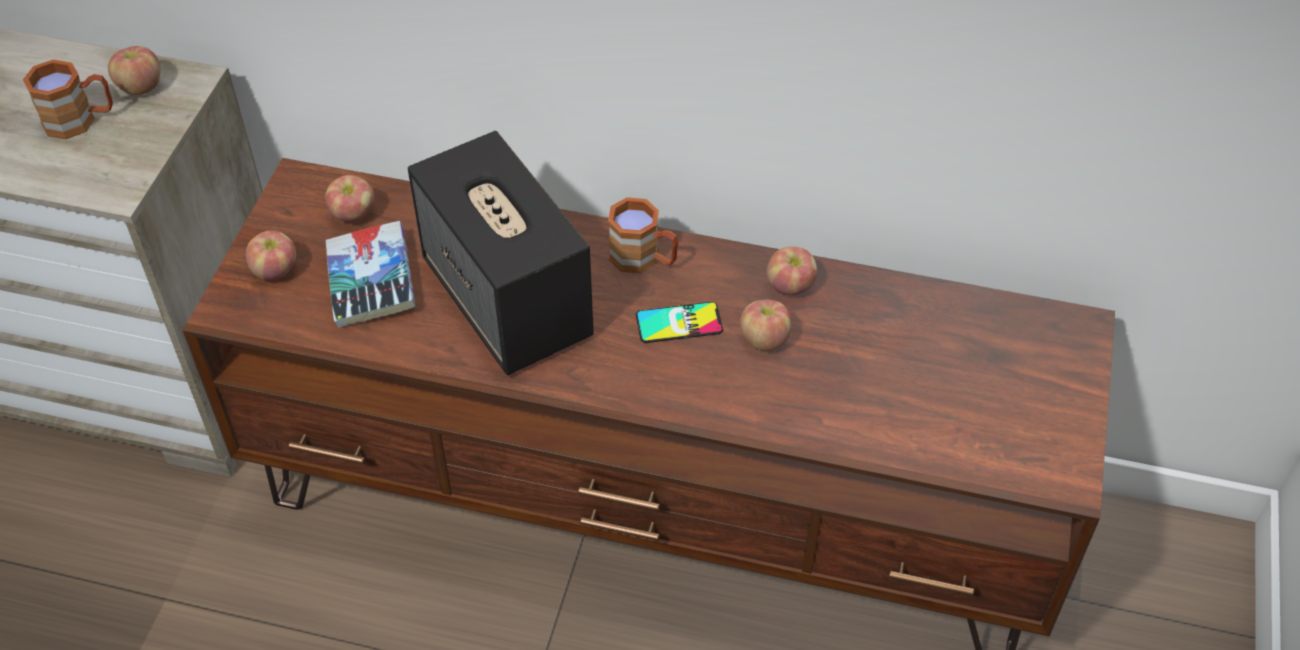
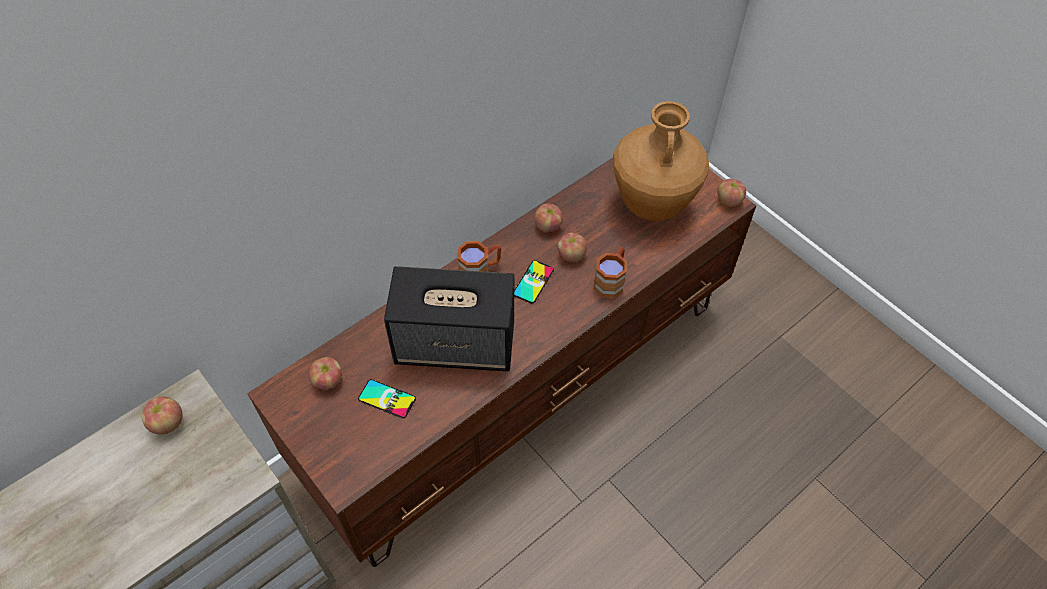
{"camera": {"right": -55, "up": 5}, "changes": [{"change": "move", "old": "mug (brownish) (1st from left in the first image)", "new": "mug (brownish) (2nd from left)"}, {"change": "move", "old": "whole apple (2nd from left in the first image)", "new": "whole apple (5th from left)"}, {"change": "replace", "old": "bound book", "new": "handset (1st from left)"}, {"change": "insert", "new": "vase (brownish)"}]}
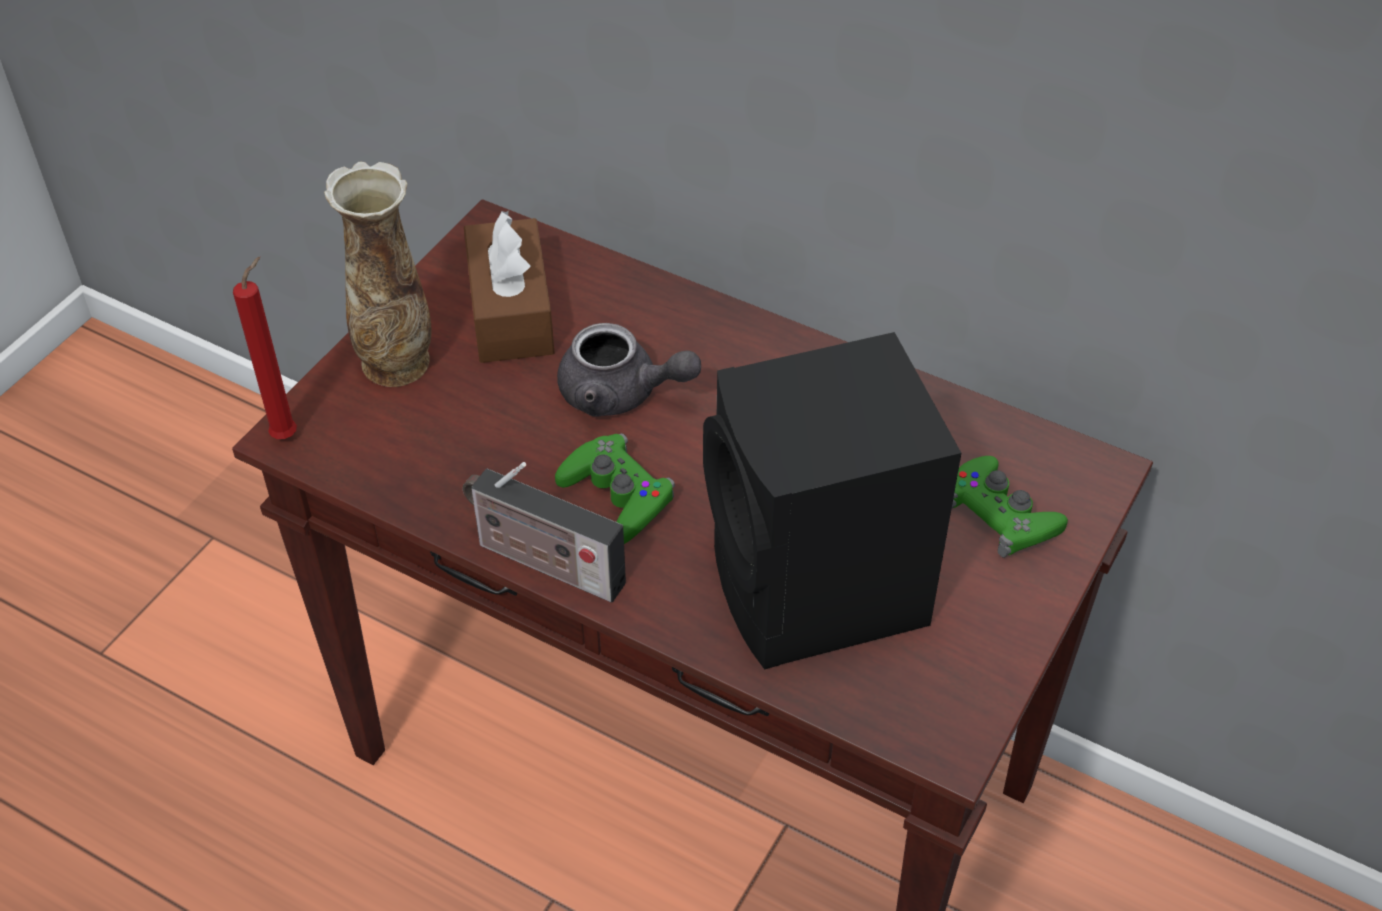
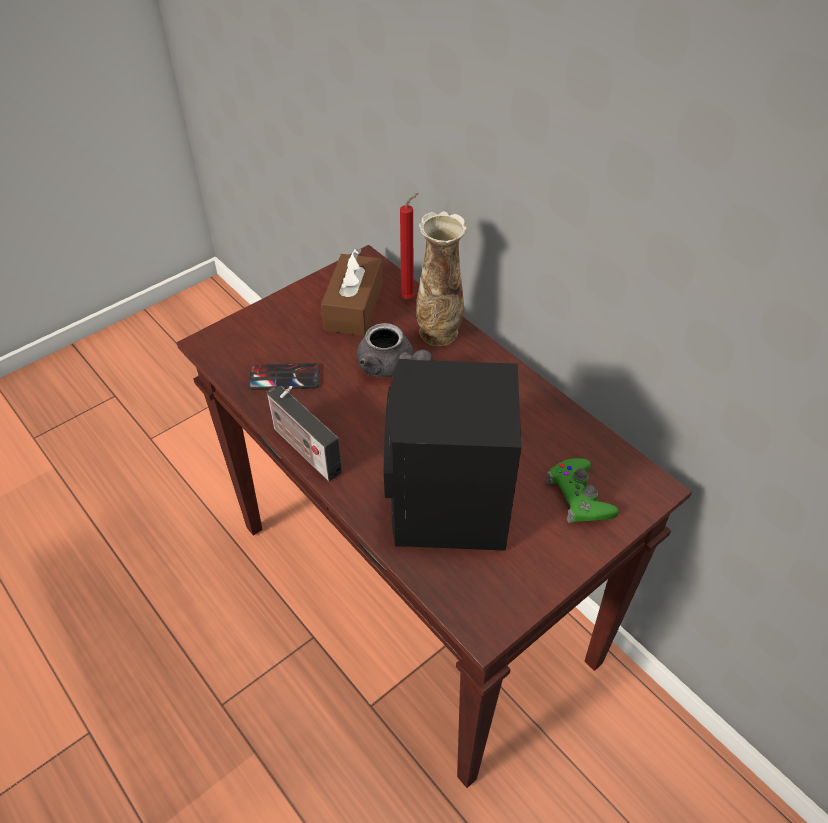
{"camera": {"right": 20, "up": 0}, "changes": [{"change": "move", "old": "wax candle (red-coloured)"}, {"change": "move", "old": "vase"}, {"change": "delete", "old": "gamepad (green) (1st from left)"}, {"change": "insert", "new": "handset"}]}
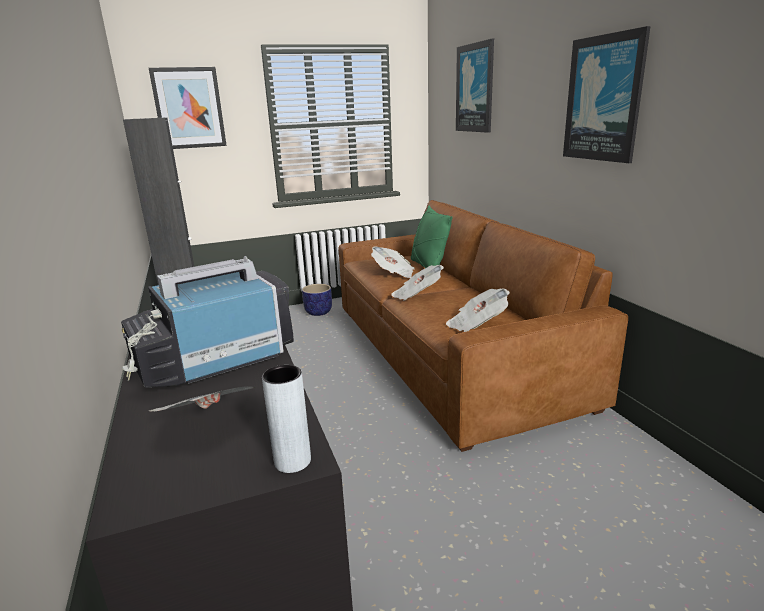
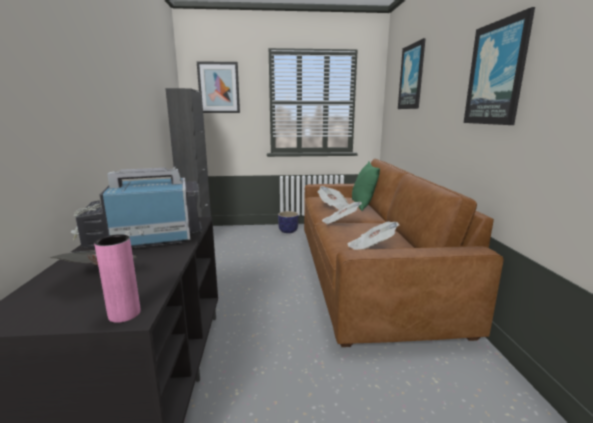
{"camera": {"right": 15, "up": -5}, "changes": [{"change": "recolor", "old": "vase (greyish)", "new": "vase (pink)"}]}
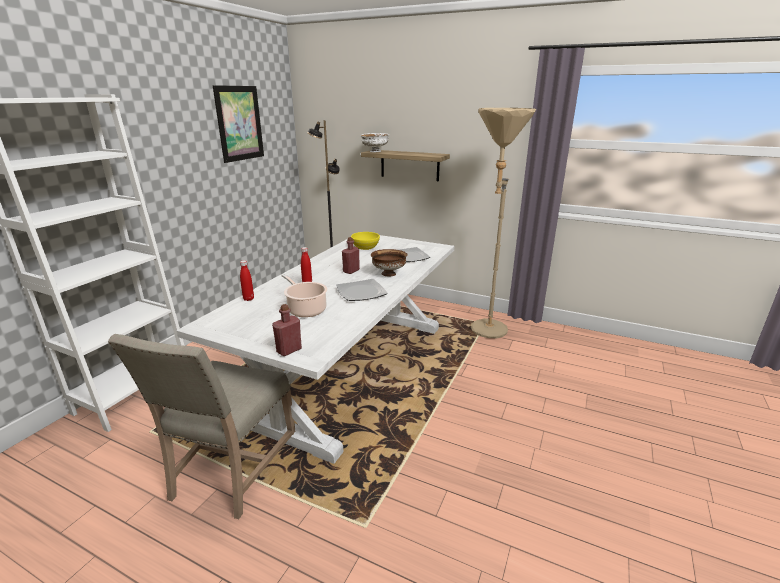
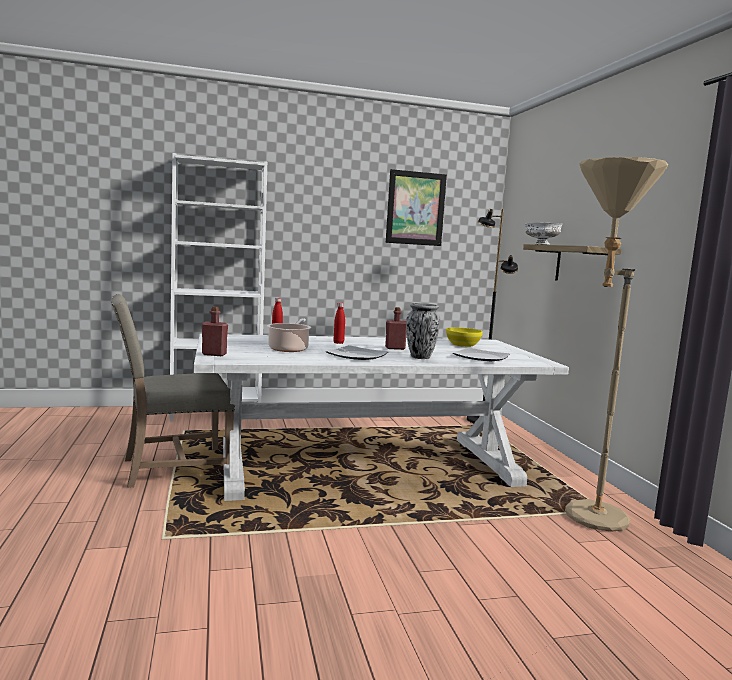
{"camera": {"right": 50, "up": -15}, "changes": [{"change": "replace", "old": "serving bowl (brownish)", "new": "vase"}]}
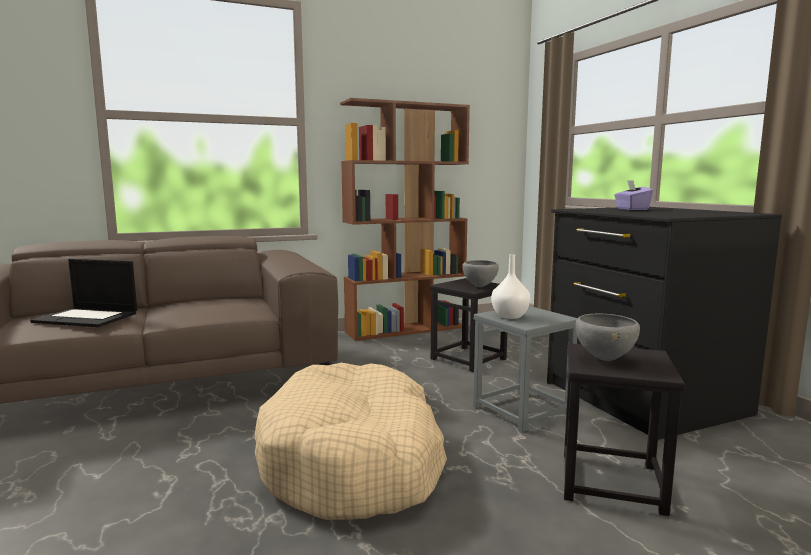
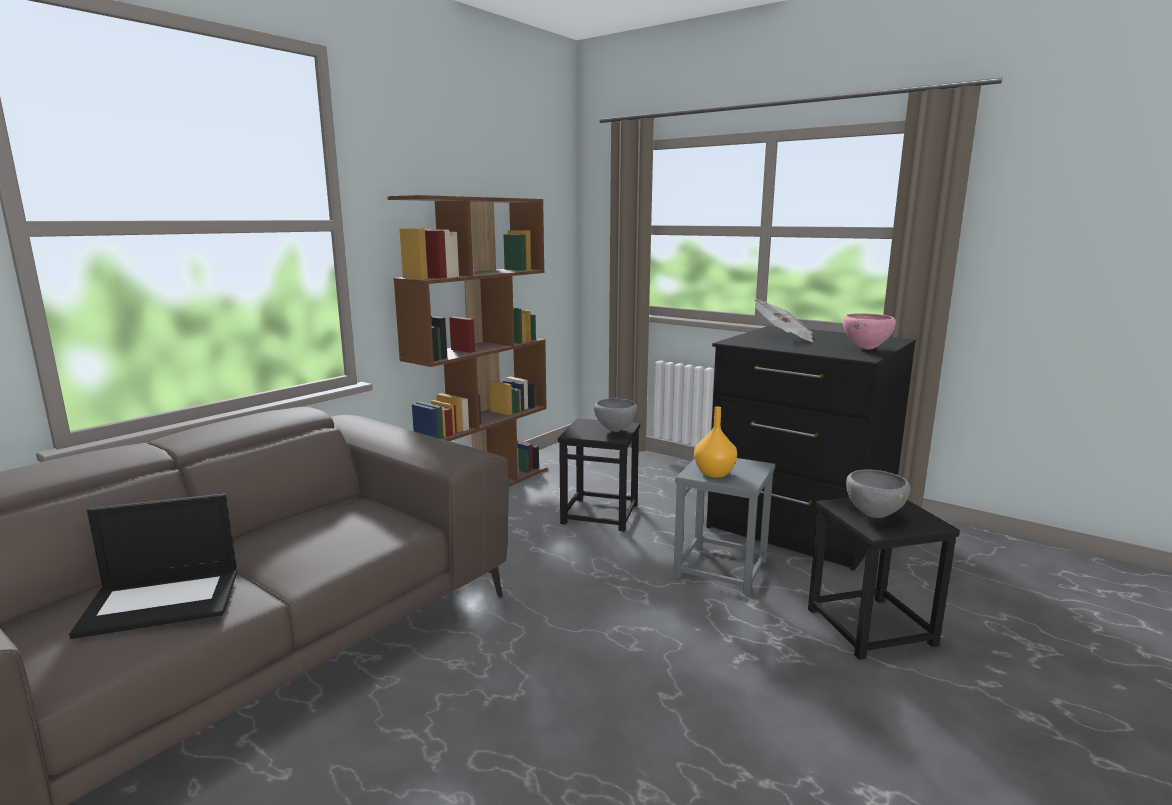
{"camera": {"right": -30, "up": 5}, "changes": [{"change": "delete", "old": "dog cushion (beige-coloured)"}, {"change": "recolor", "old": "vase (white)", "new": "vase (orange)"}, {"change": "replace", "old": "box of tissues (purplish)", "new": "daily paper"}, {"change": "insert", "new": "serving bowl (pink)"}]}
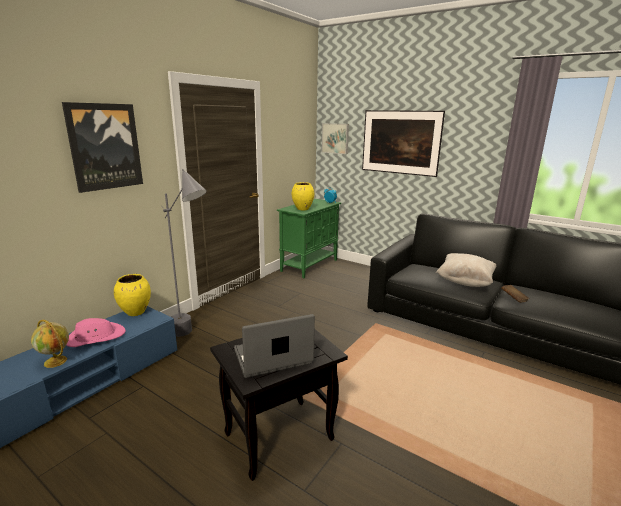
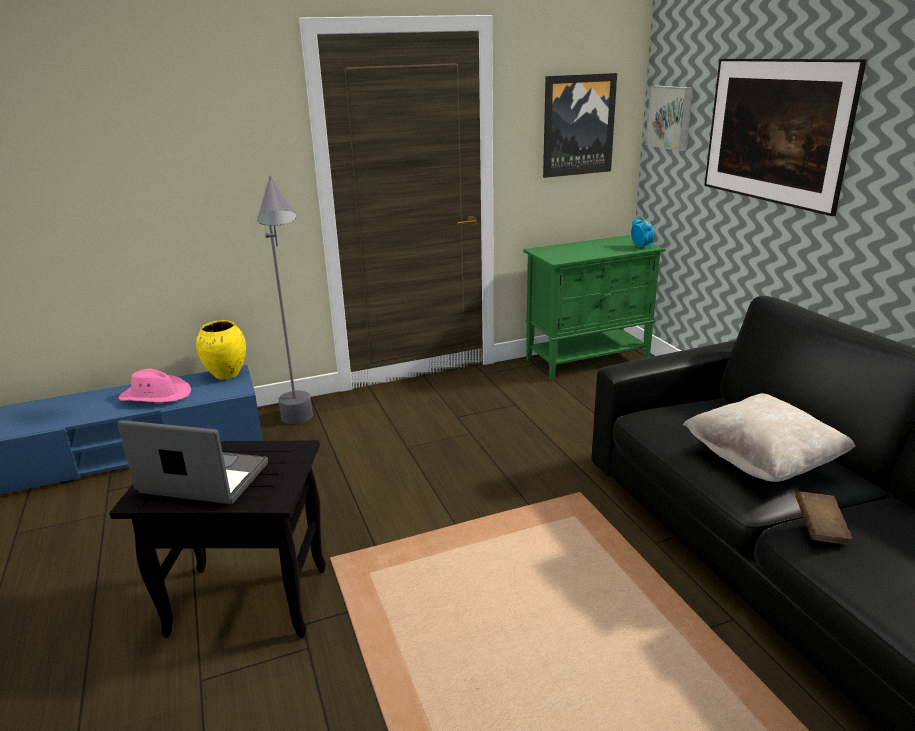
{"camera": {"right": 35, "up": 5}, "changes": [{"change": "delete", "old": "globe"}, {"change": "move", "old": "wall picture (1st from left)"}, {"change": "delete", "old": "vase (yellow-coloured) (2nd from left)"}]}
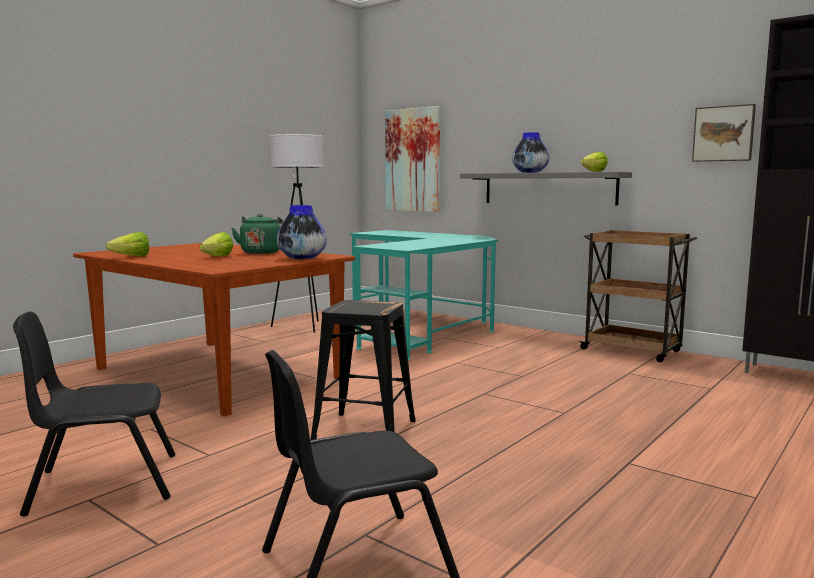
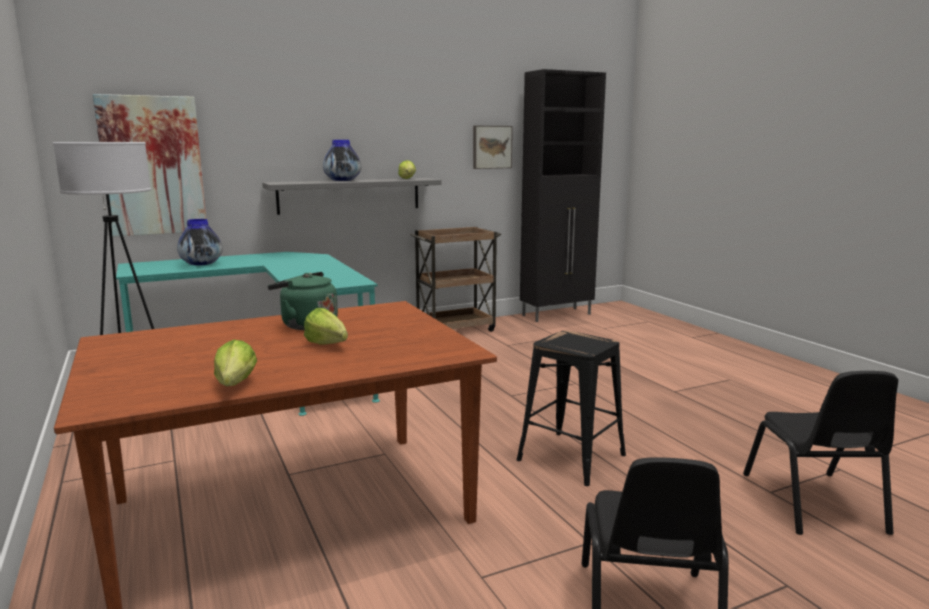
{"camera": {"right": -65, "up": 5}, "changes": [{"change": "move", "old": "vase (1st from left)"}]}
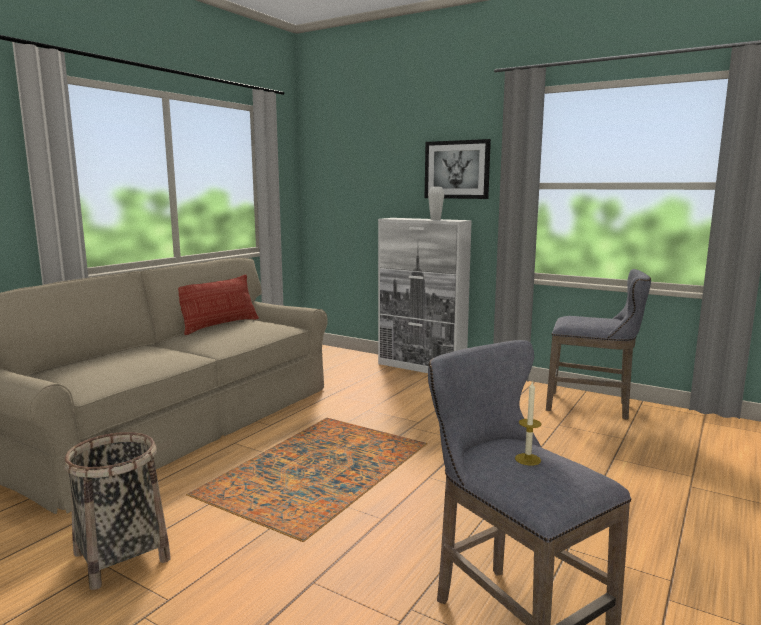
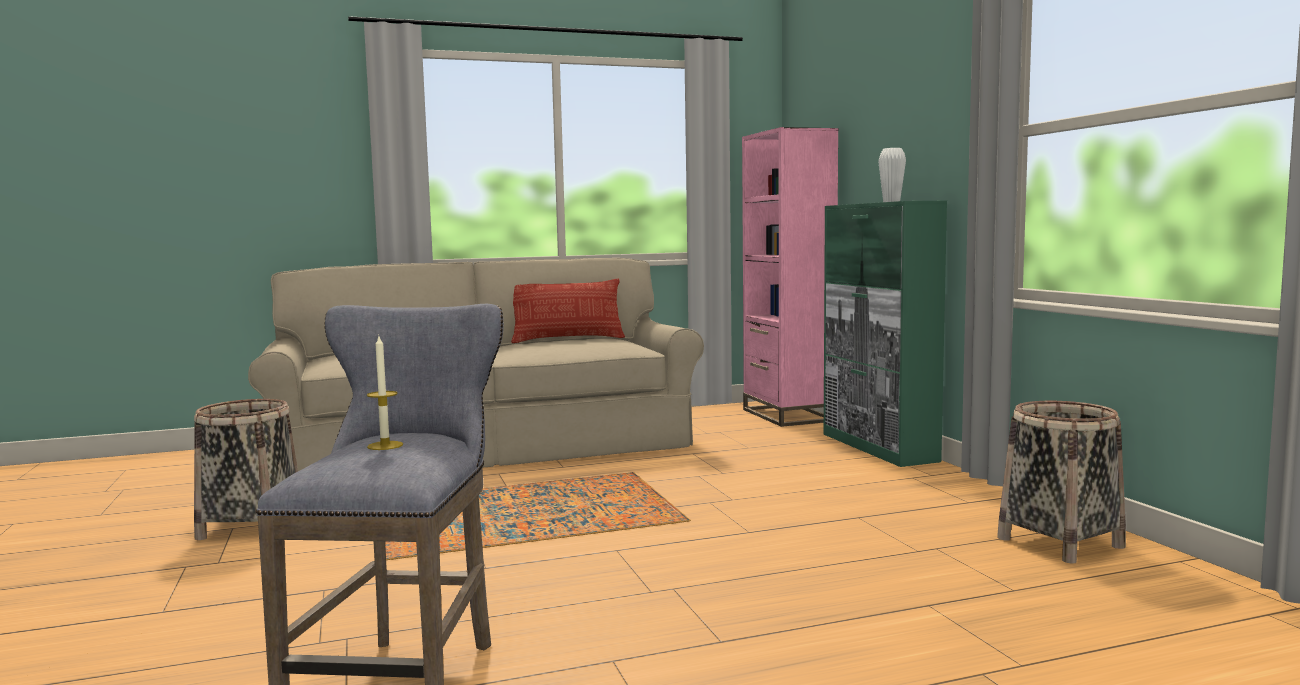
{"camera": {"right": 40, "up": -5}, "changes": [{"change": "recolor", "old": "storage cabinet (white)", "new": "storage cabinet (green)"}, {"change": "delete", "old": "wall picture"}, {"change": "replace", "old": "stool seat (greyish) (2nd from left)", "new": "storage basket (2nd from left)"}, {"change": "insert", "new": "shelving unit (pink)"}]}
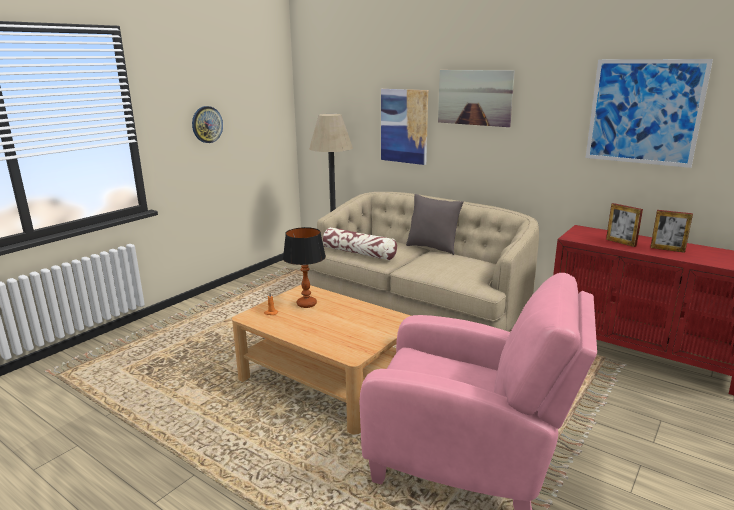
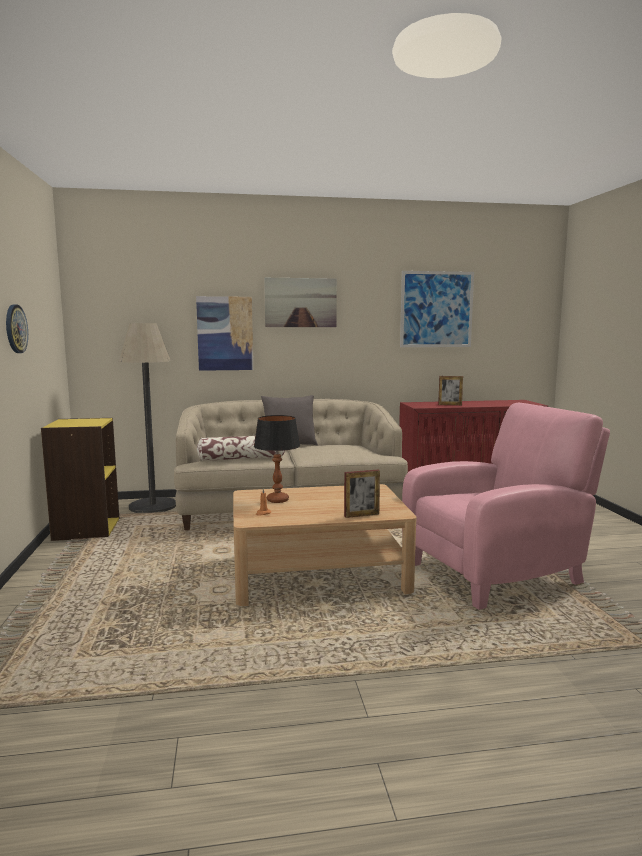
{"camera": {"right": -45, "up": -10}, "changes": [{"change": "move", "old": "picture frame (2nd from left in the first image)", "new": "picture frame (1st from left)"}, {"change": "insert", "new": "shelving unit (yellow-coloured)"}]}
